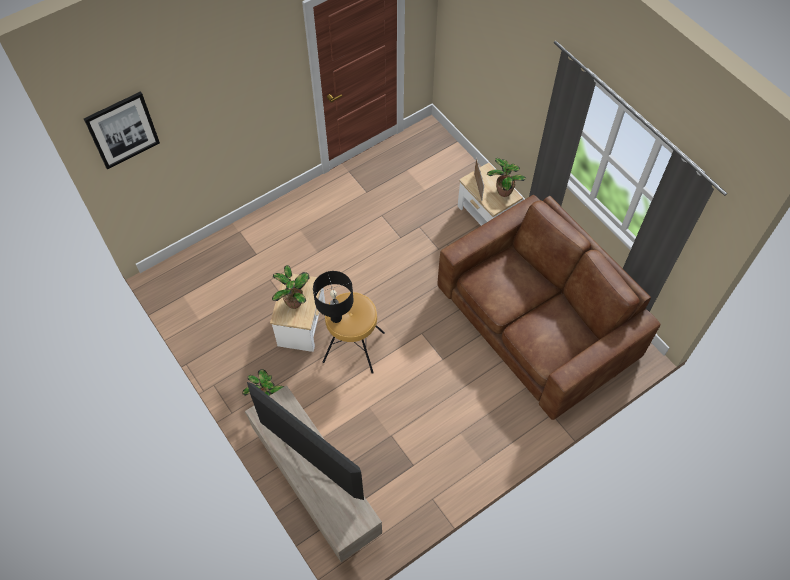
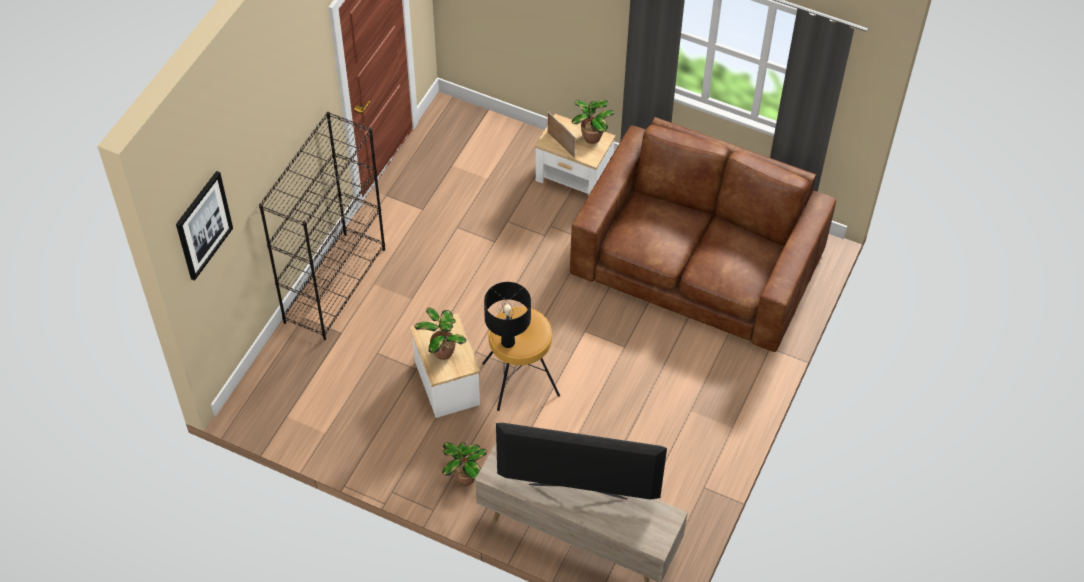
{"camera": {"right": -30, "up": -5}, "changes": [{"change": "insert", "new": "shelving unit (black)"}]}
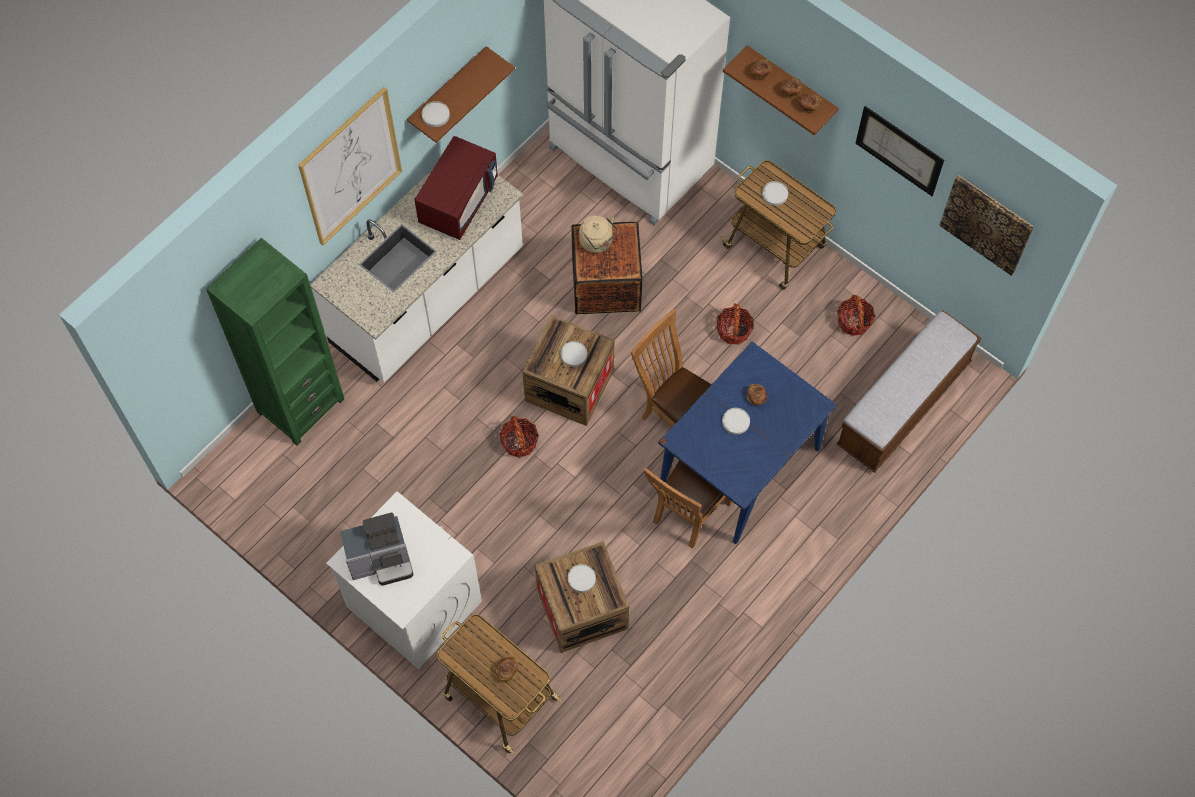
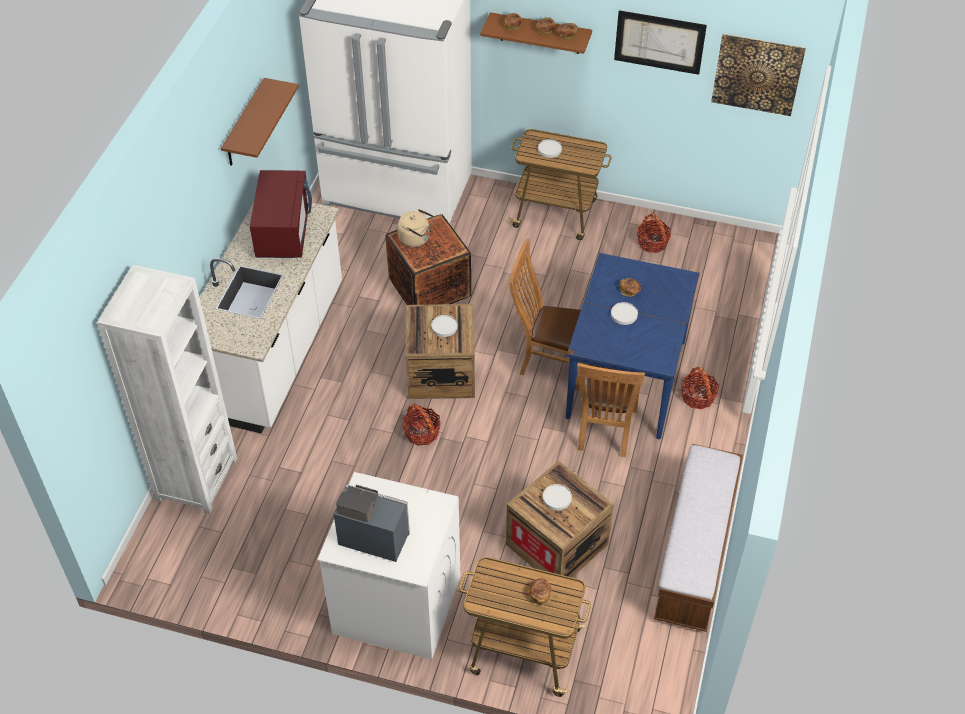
{"camera": {"right": -25, "up": -15}, "changes": [{"change": "recolor", "old": "shelving unit (green)", "new": "shelving unit (white)"}, {"change": "delete", "old": "wall picture (1st from left)"}, {"change": "rotate", "old": "coffee maker", "degrees": -120}, {"change": "delete", "old": "dinner plate (white) (1st from left)"}, {"change": "move", "old": "storage basket (2nd from left in the first image)", "new": "storage basket (3rd from left)"}, {"change": "move", "old": "bench"}]}
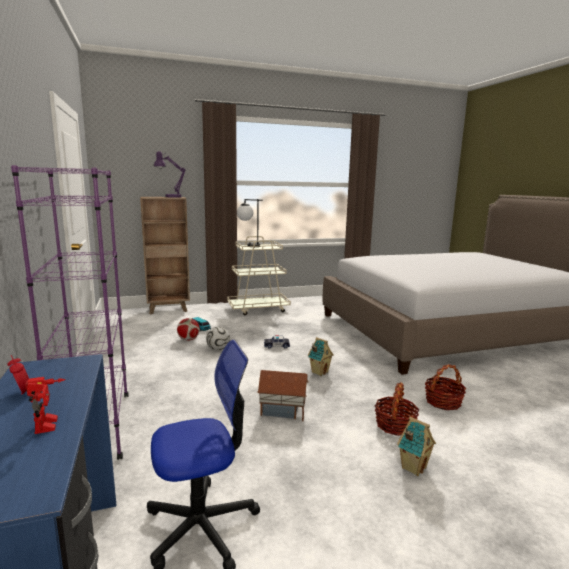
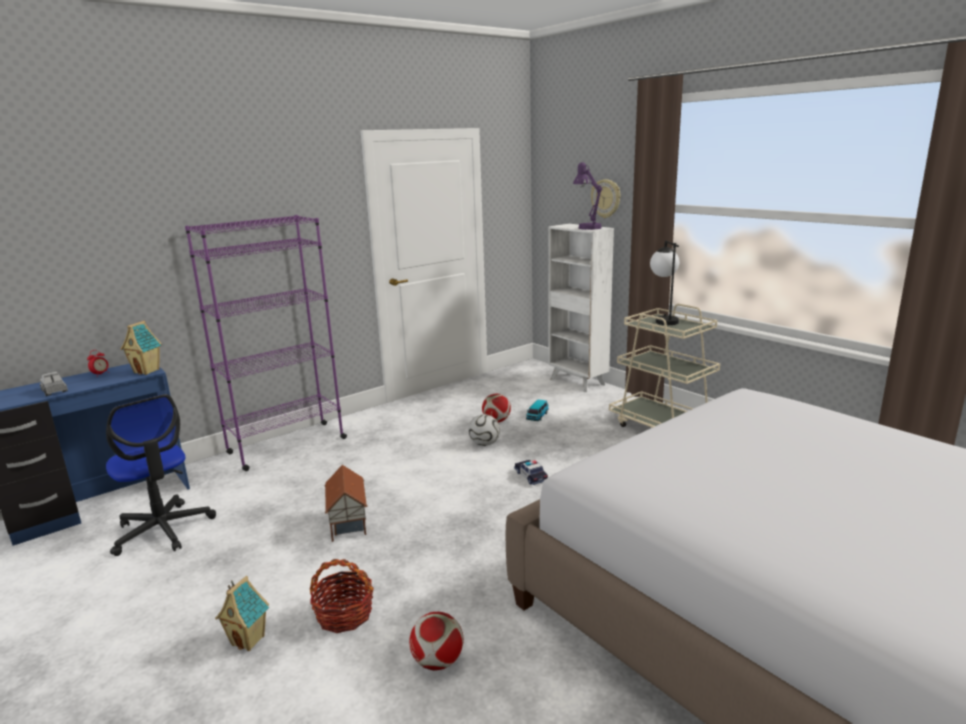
{"camera": {"right": 70, "up": 5}, "changes": [{"change": "replace", "old": "toy robot", "new": "toy lorry"}, {"change": "recolor", "old": "shelving unit (brownish)", "new": "shelving unit (white)"}, {"change": "move", "old": "miniature house (2nd from left in the first image)", "new": "miniature house (1st from left)"}, {"change": "replace", "old": "storage basket (2nd from left)", "new": "ball for football (1st from left)"}, {"change": "insert", "new": "wall clock"}]}
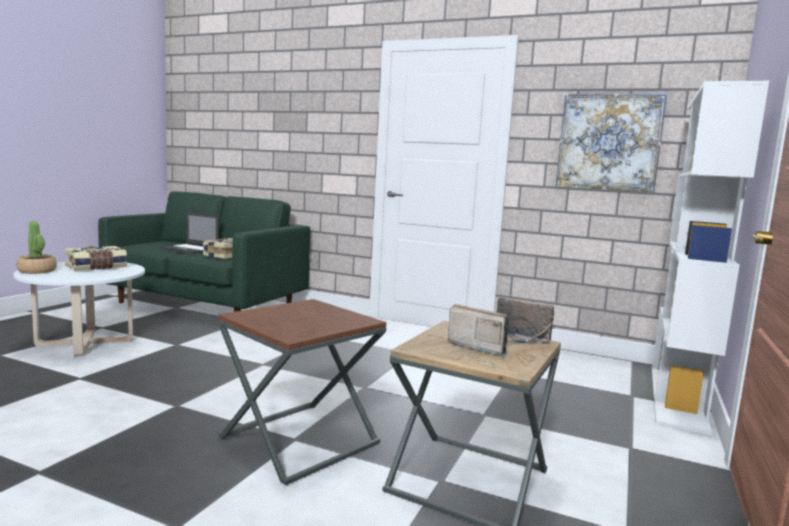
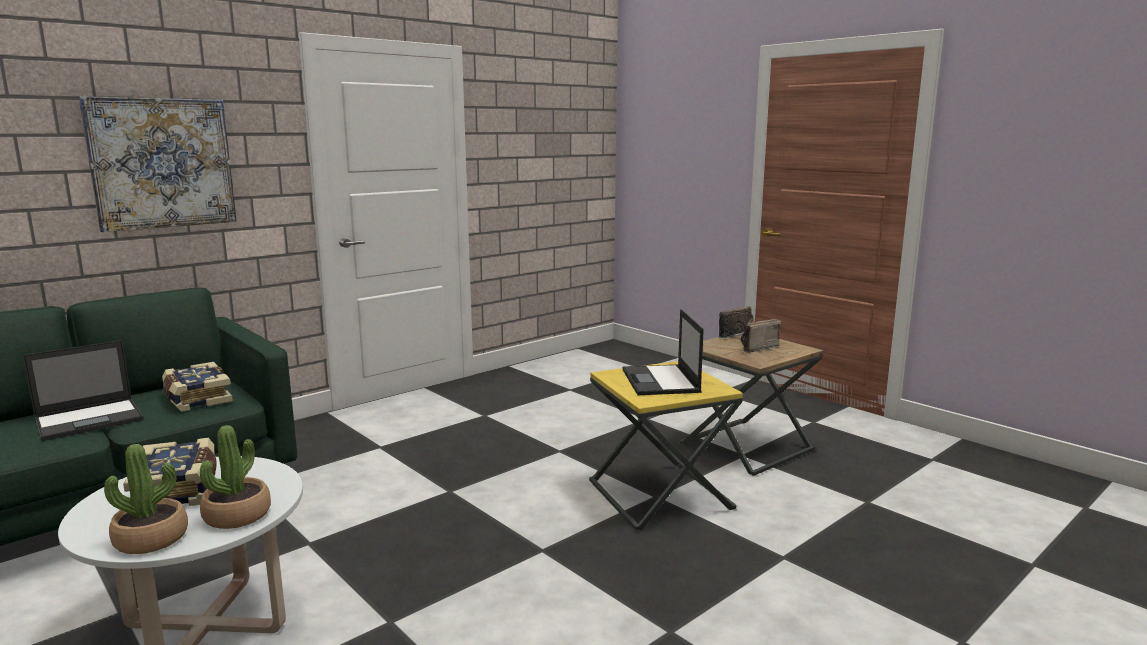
{"camera": {"right": -65, "up": 5}, "changes": [{"change": "recolor", "old": "side table (brownish) (1st from left)", "new": "side table (yellow-coloured)"}, {"change": "move", "old": "wall picture"}, {"change": "delete", "old": "shelving unit (white)"}, {"change": "insert", "new": "plant in a pot (2nd from left)"}, {"change": "insert", "new": "notebook computer (2nd from left)"}]}
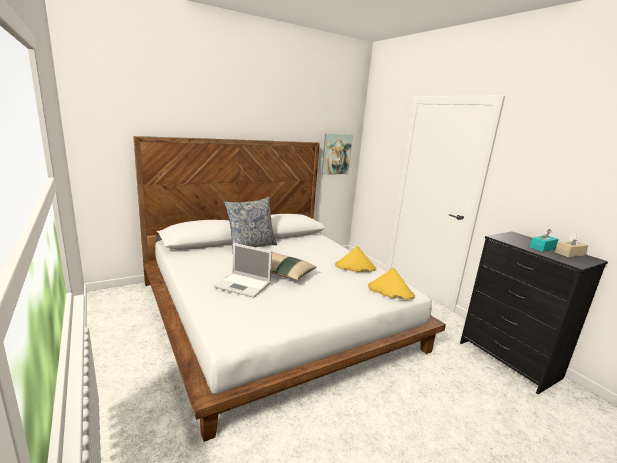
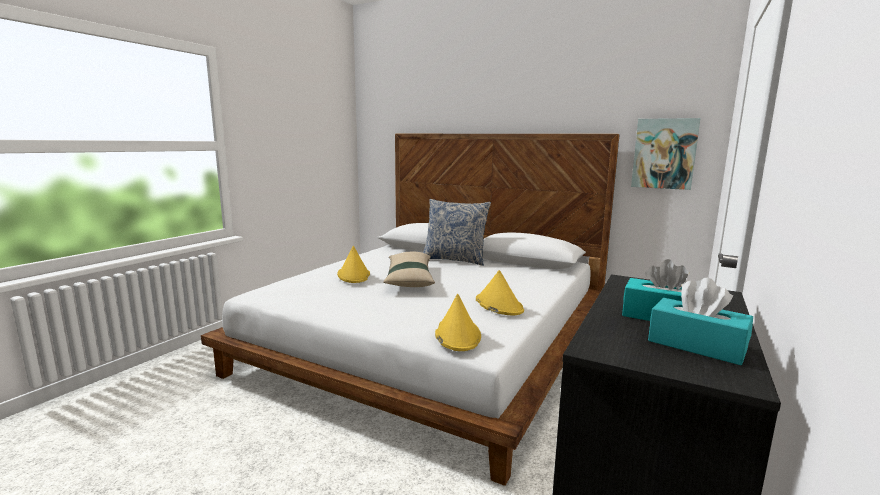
{"camera": {"right": 60, "up": -5}, "changes": [{"change": "replace", "old": "notebook computer", "new": "clothing hat (yellow-coloured) (1st from left)"}, {"change": "recolor", "old": "box of tissues (beige-coloured)", "new": "box of tissues (turquoise-coloured) (2nd from left)"}]}
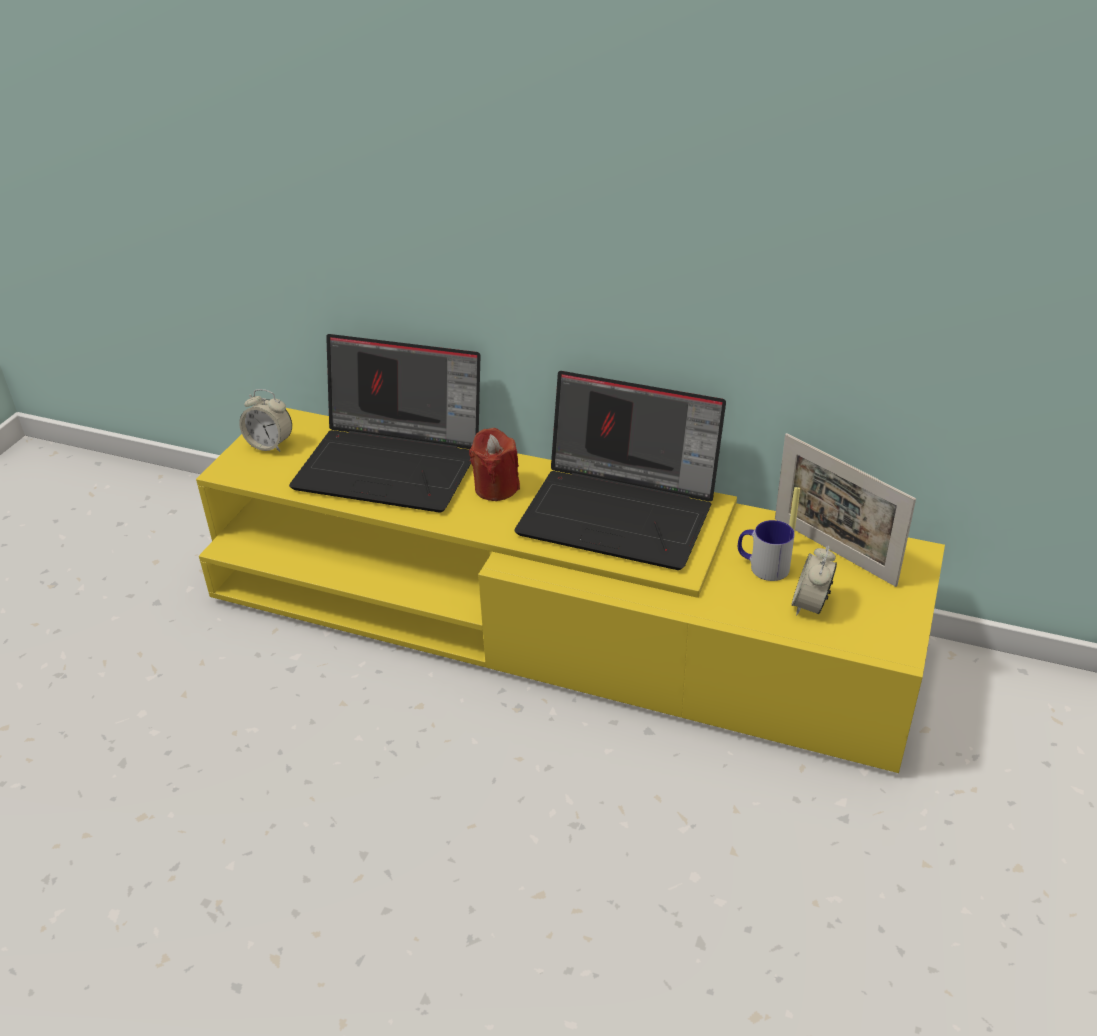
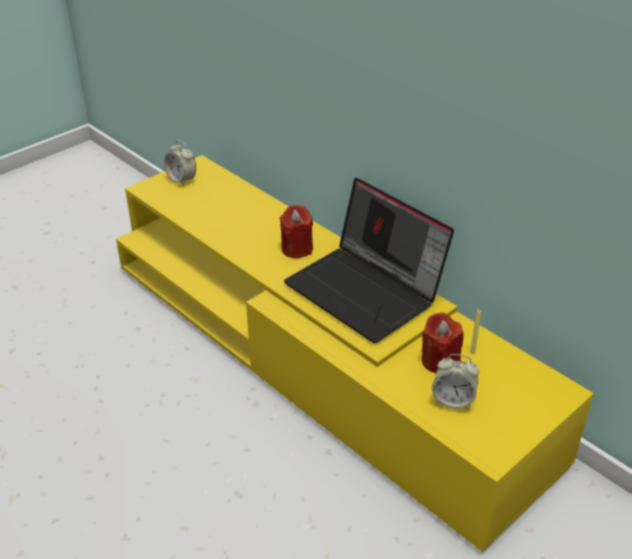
{"camera": {"right": 25, "up": 0}, "changes": [{"change": "delete", "old": "notebook computer (1st from left)"}, {"change": "replace", "old": "mug", "new": "wax candle (red-coloured) (2nd from left)"}, {"change": "delete", "old": "picture frame"}, {"change": "rotate", "old": "alarm clock (2nd from left)", "degrees": -120}]}
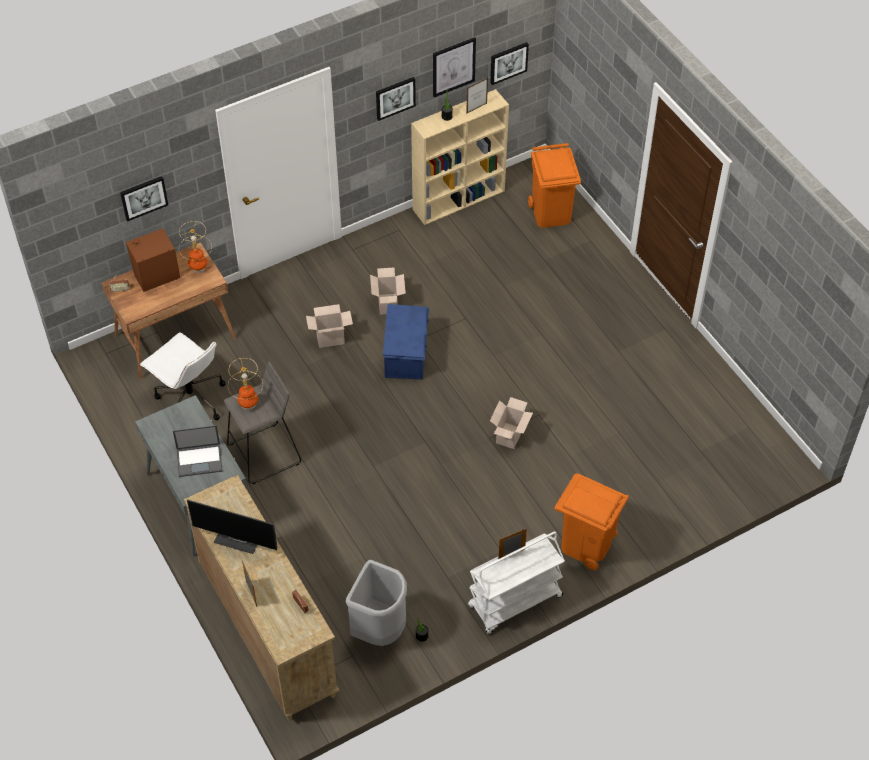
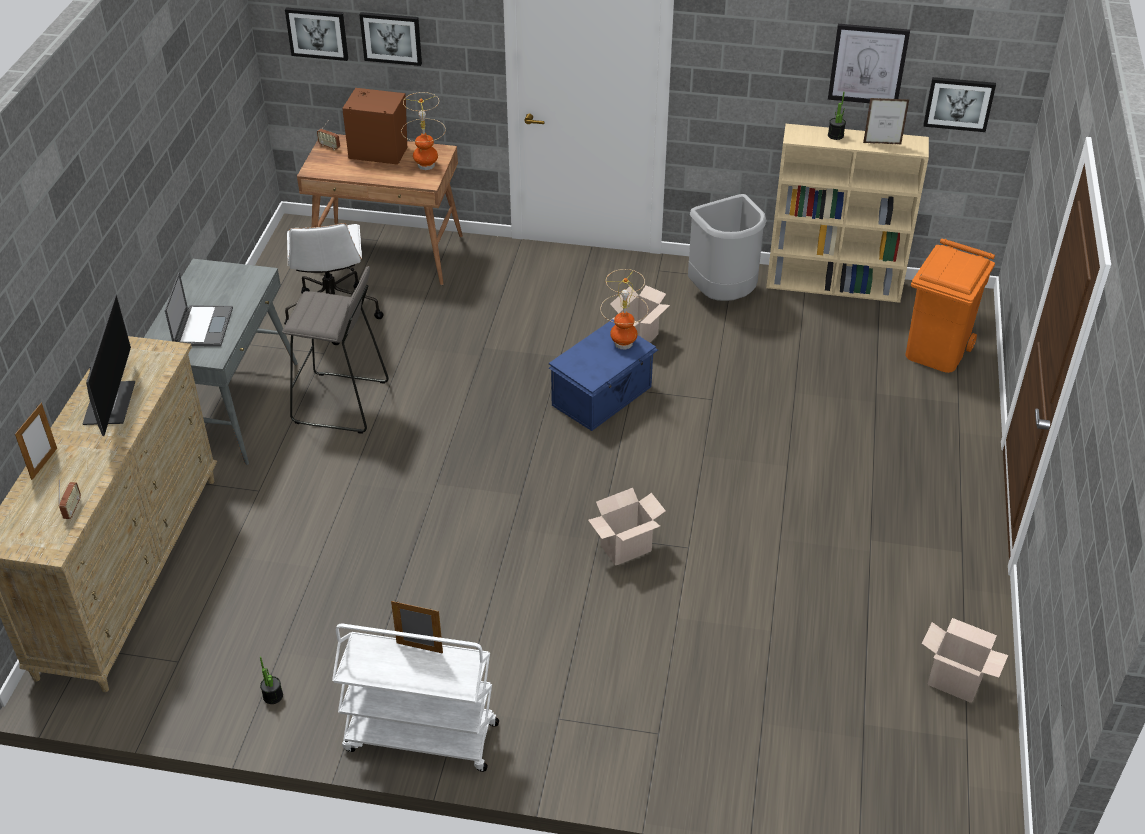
{"camera": {"right": 40, "up": -10}, "changes": [{"change": "rotate", "old": "notebook computer", "degrees": -120}, {"change": "rotate", "old": "computer display", "degrees": -150}, {"change": "move", "old": "tabletop lamp (2nd from left)"}, {"change": "move", "old": "carton (1st from left in the first image)", "new": "carton (3rd from left)"}, {"change": "move", "old": "waste bin (greyish)"}, {"change": "move", "old": "wall picture (2nd from left in the first image)", "new": "wall picture (1st from left)"}, {"change": "delete", "old": "waste bin (orange) (2nd from left)"}]}
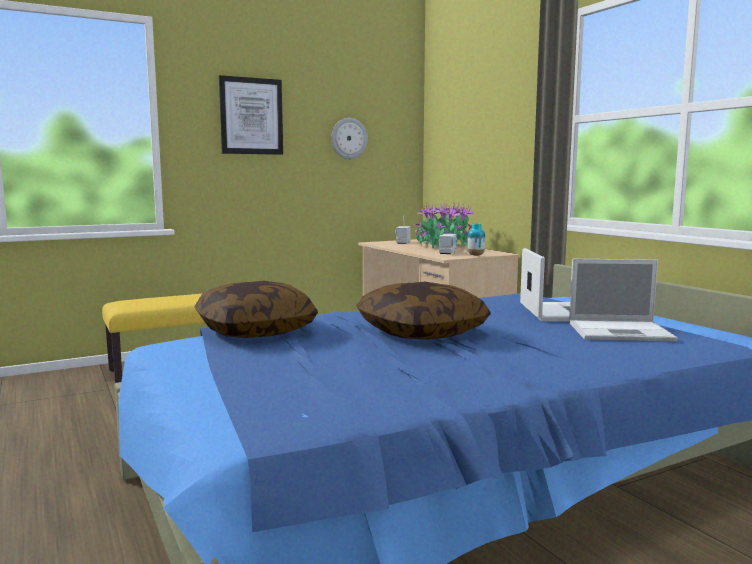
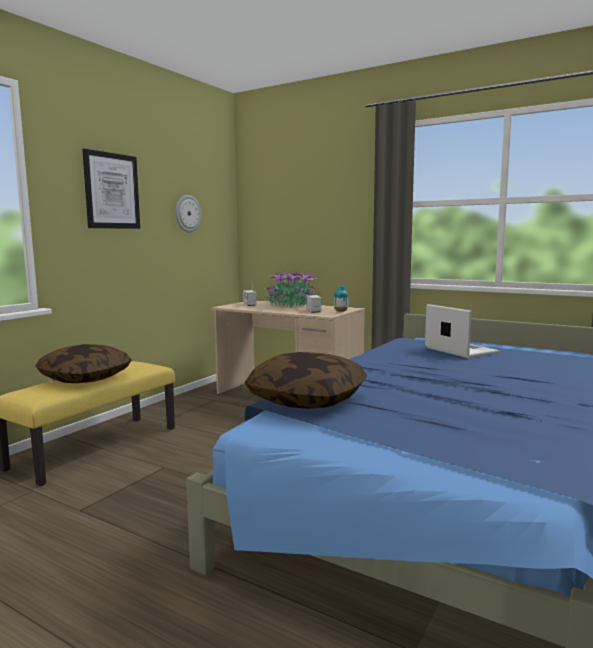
{"camera": {"right": -30, "up": 0}, "changes": [{"change": "move", "old": "pillow (2nd from left in the first image)", "new": "pillow (1st from left)"}, {"change": "delete", "old": "notebook computer (2nd from left)"}]}
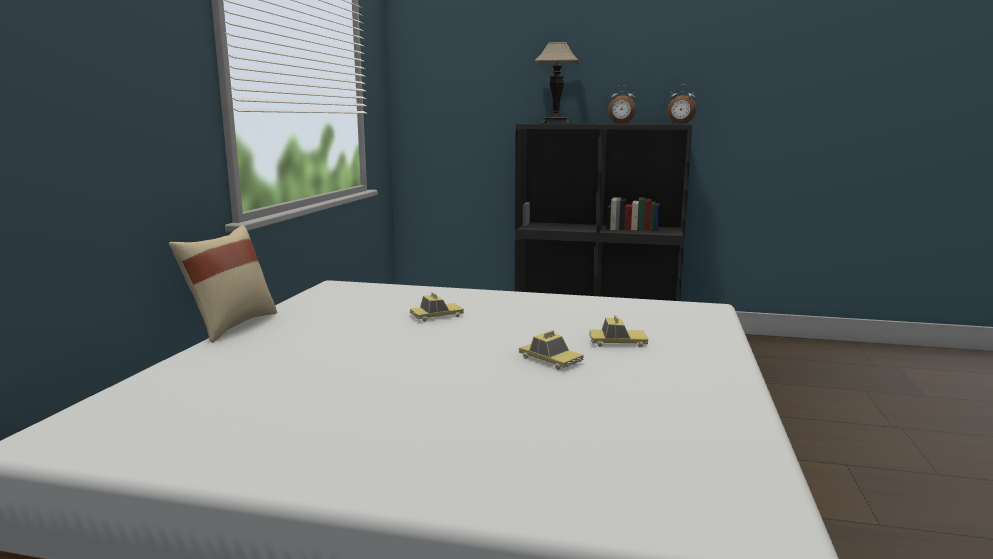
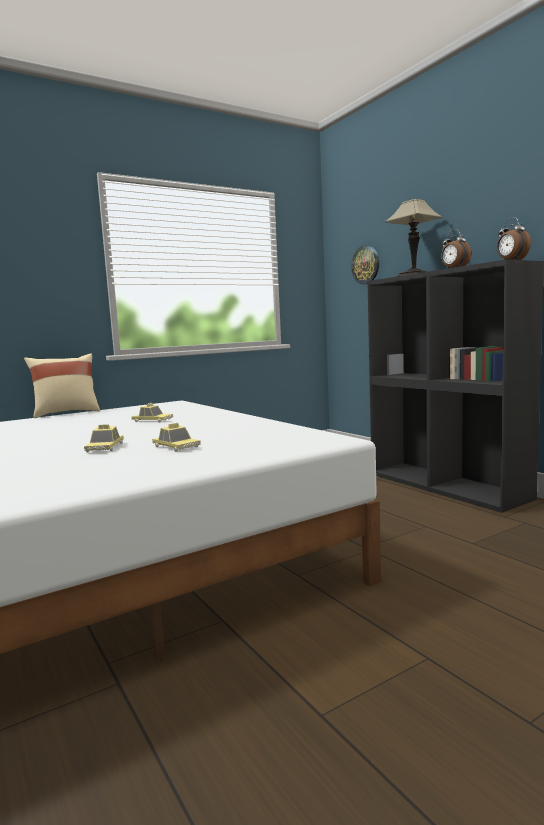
{"camera": {"right": 45, "up": -5}, "changes": [{"change": "insert", "new": "wall clock"}]}
